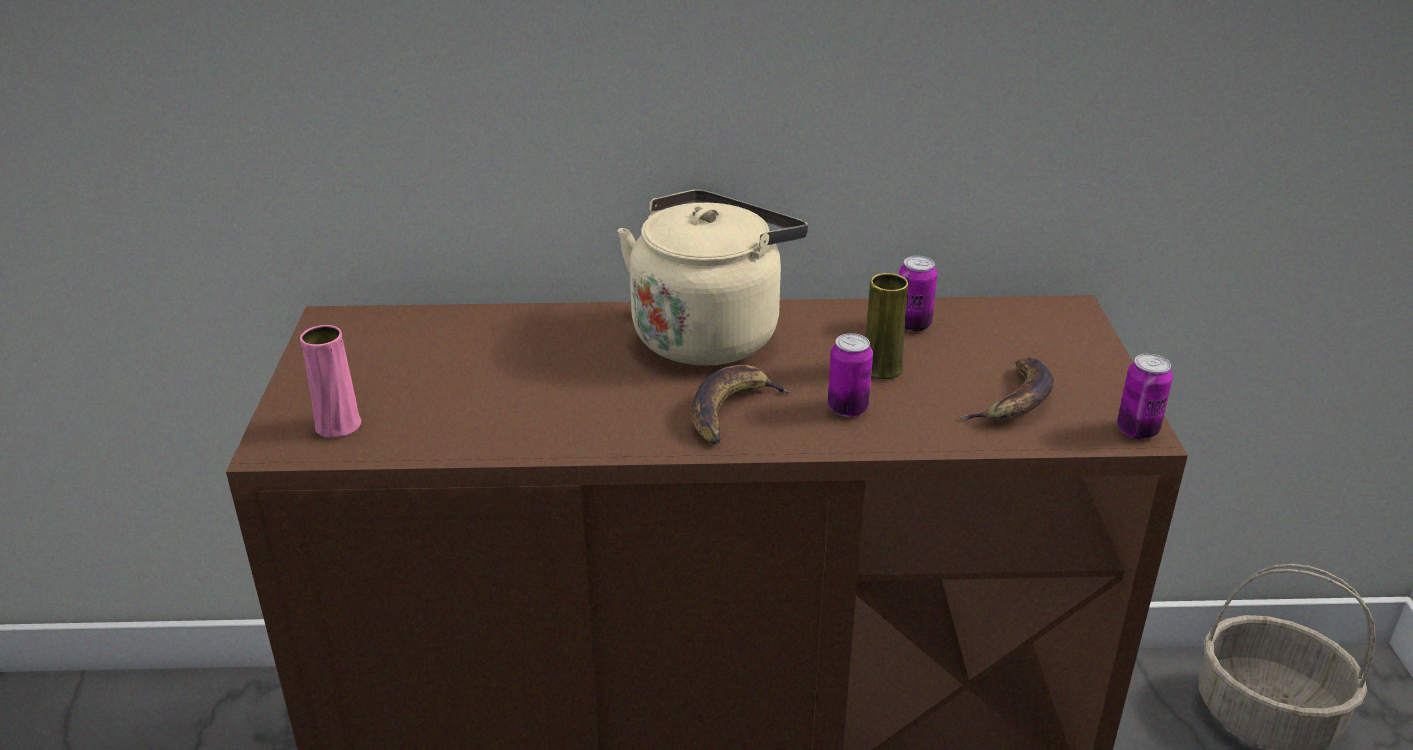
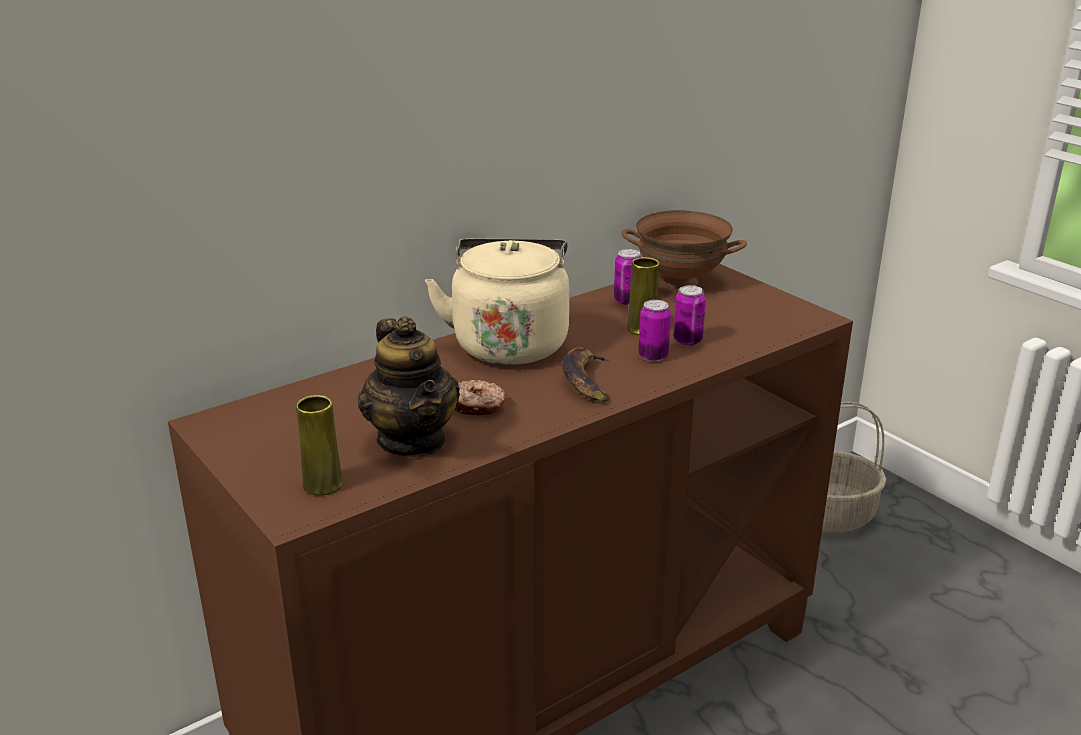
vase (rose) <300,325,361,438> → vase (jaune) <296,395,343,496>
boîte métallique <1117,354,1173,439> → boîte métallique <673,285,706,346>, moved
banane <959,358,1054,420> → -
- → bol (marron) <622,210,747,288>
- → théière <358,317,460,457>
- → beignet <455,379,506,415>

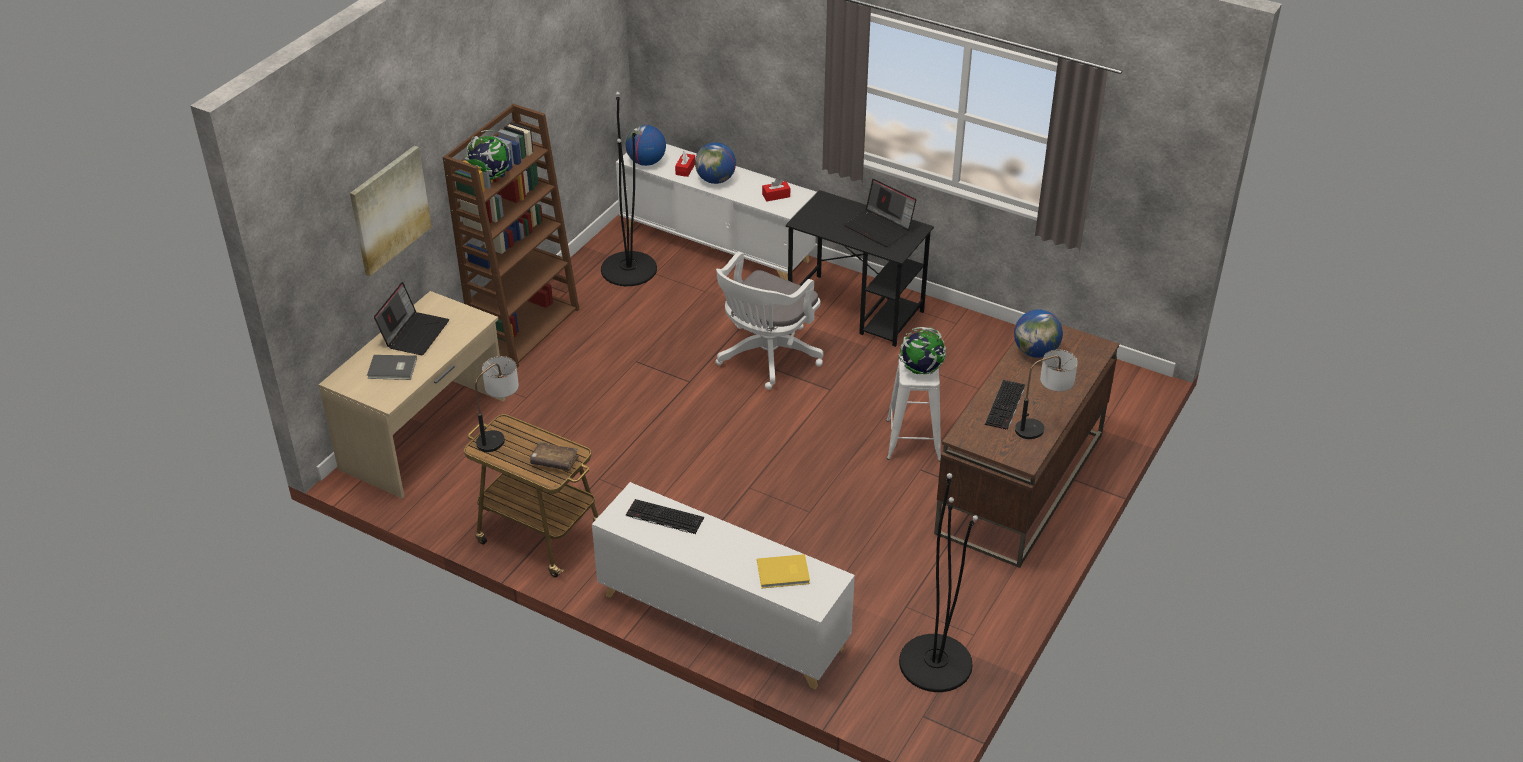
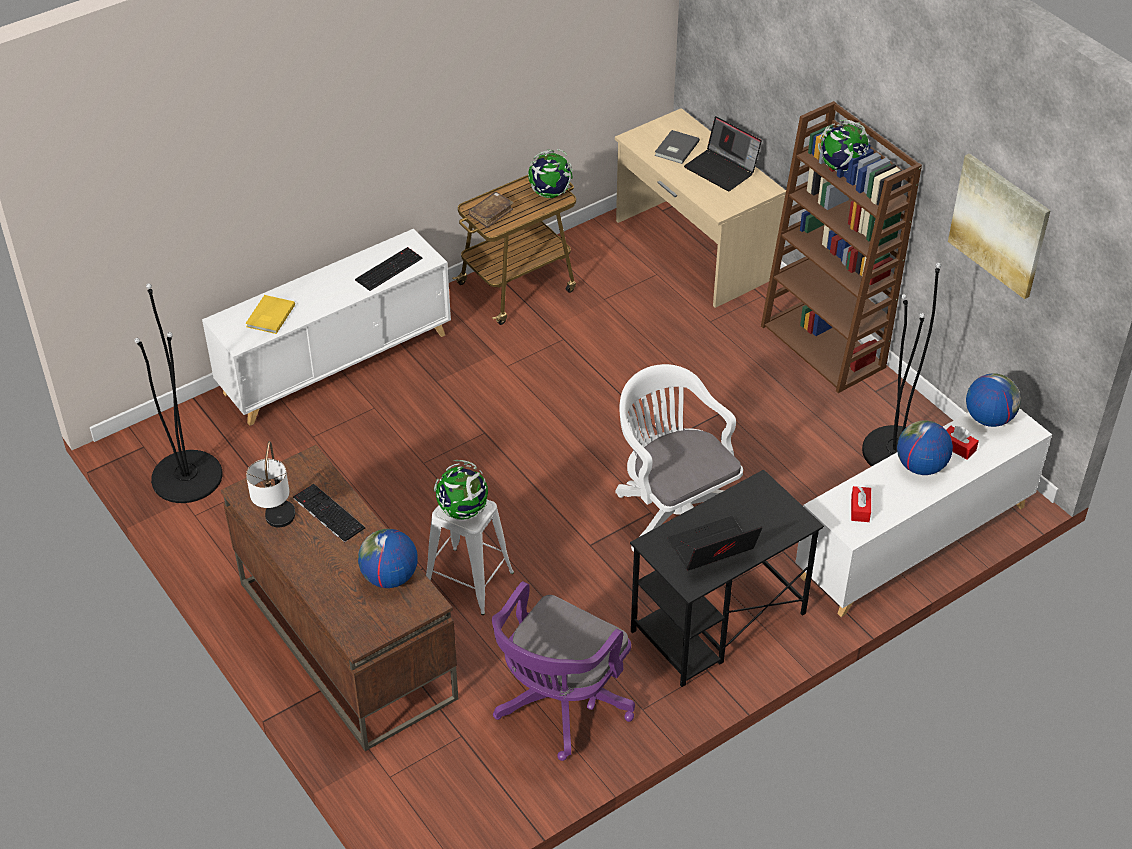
tableau <350,146,432,276> → tableau <948,153,1051,299>, moved
lampe de table <475,356,519,452> → globe <528,149,573,198>
- → chaise de bureau (violet) <492,581,635,761>

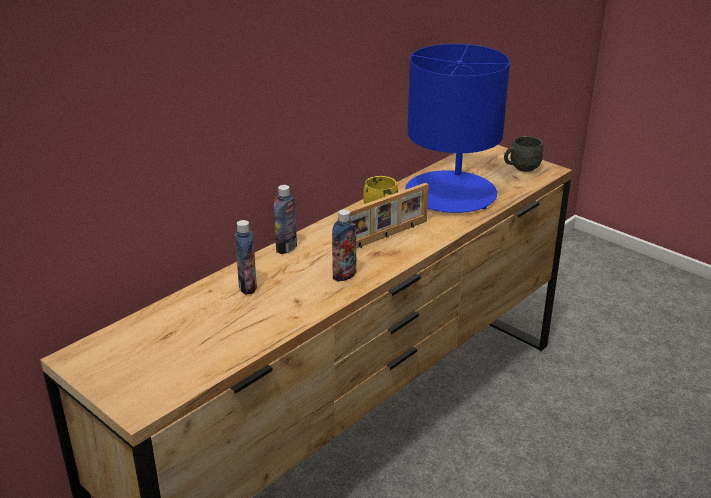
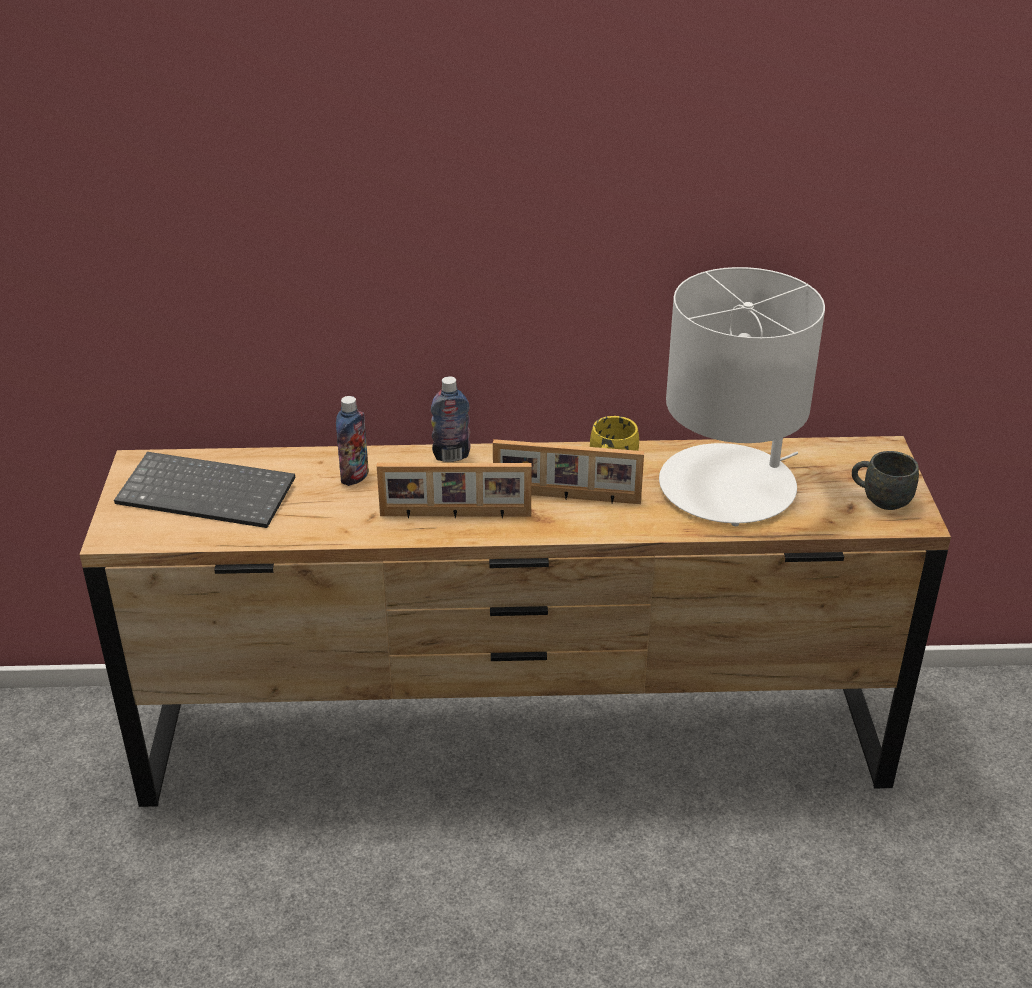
lampe de table (bleu) <405,44,510,213> → lampe de table (blanc) <659,267,825,526>
bouteille <332,209,356,282> → cadre photo <377,463,532,518>
- → clavier <114,452,296,528>

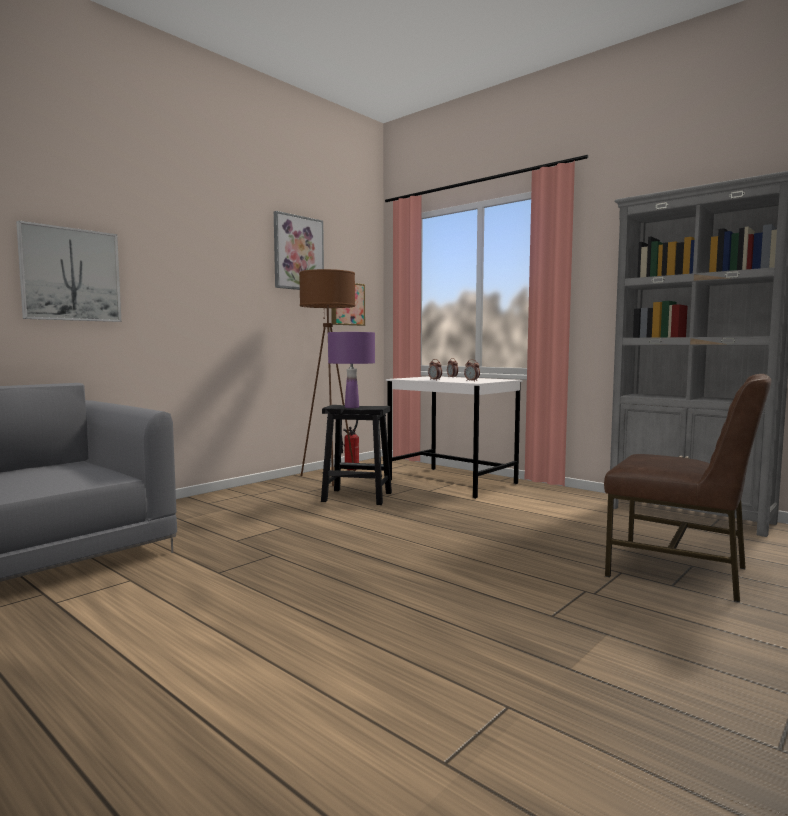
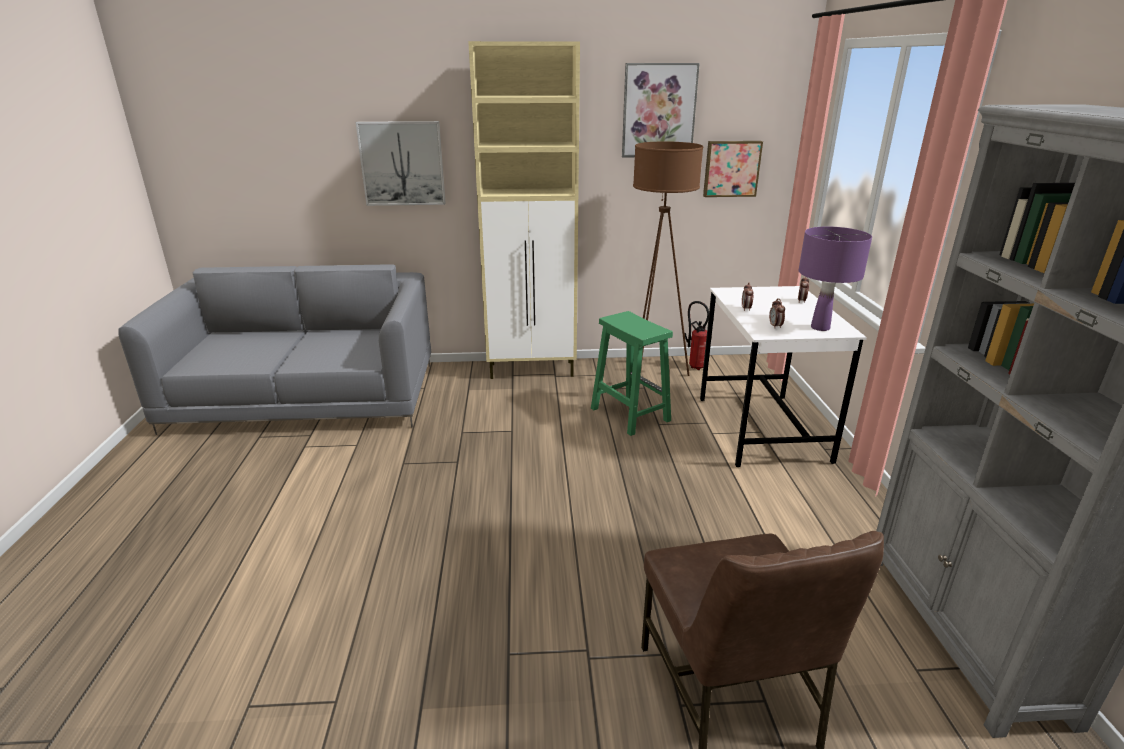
lampe de table (violet) <328,332,375,408> → lampe de table (violet) <799,227,872,331>, moved
tabouret (noir) <321,405,392,505> → tabouret (vert) <591,311,673,436>
- → meuble de rangement (beige) <468,41,580,379>

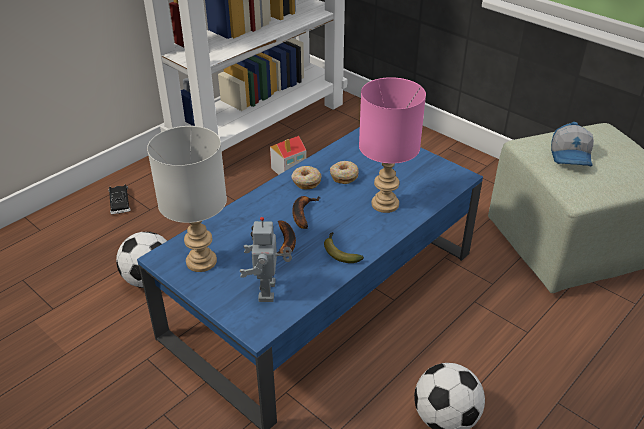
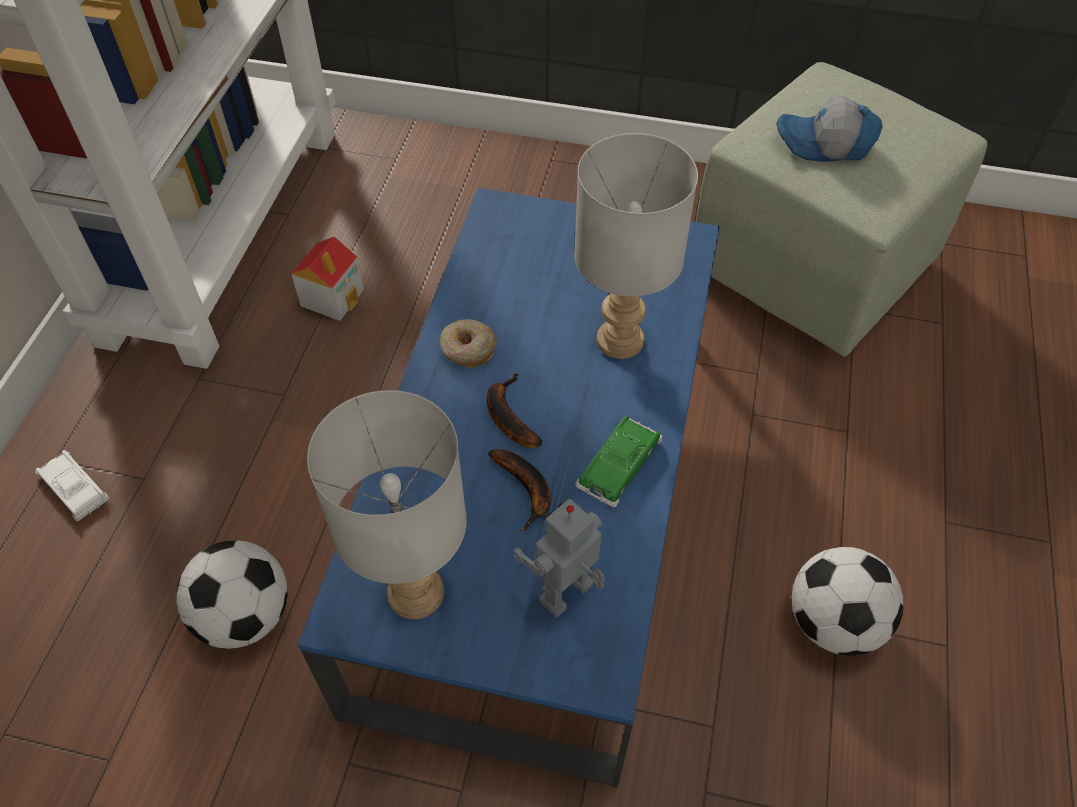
lampe de table (rose) <359,77,426,213> → lampe de table (gris) <574,133,698,359>
casquette <551,122,594,166> → casquette <776,95,883,162>, 120 degrees clockwise
beignet <330,161,359,184> → -
petite voiture (noir) <108,184,131,214> → petite voiture (blanc) <35,450,110,521>
robot jouet <240,217,292,302> → robot jouet <513,499,605,618>, 75 degrees clockwise
banane <324,232,364,263> → petite voiture (vert) <575,415,663,507>

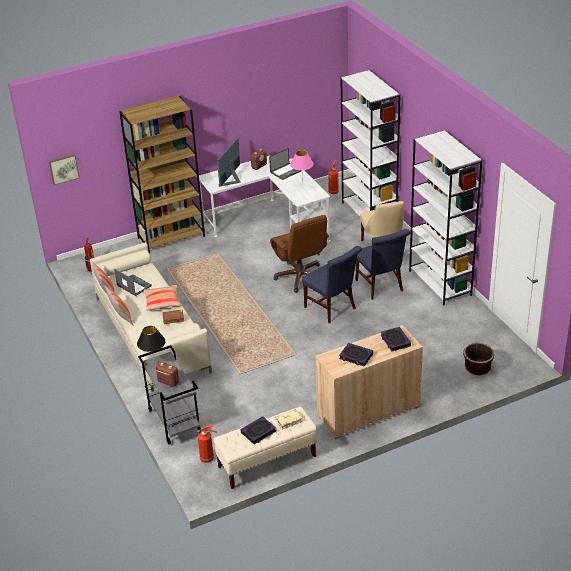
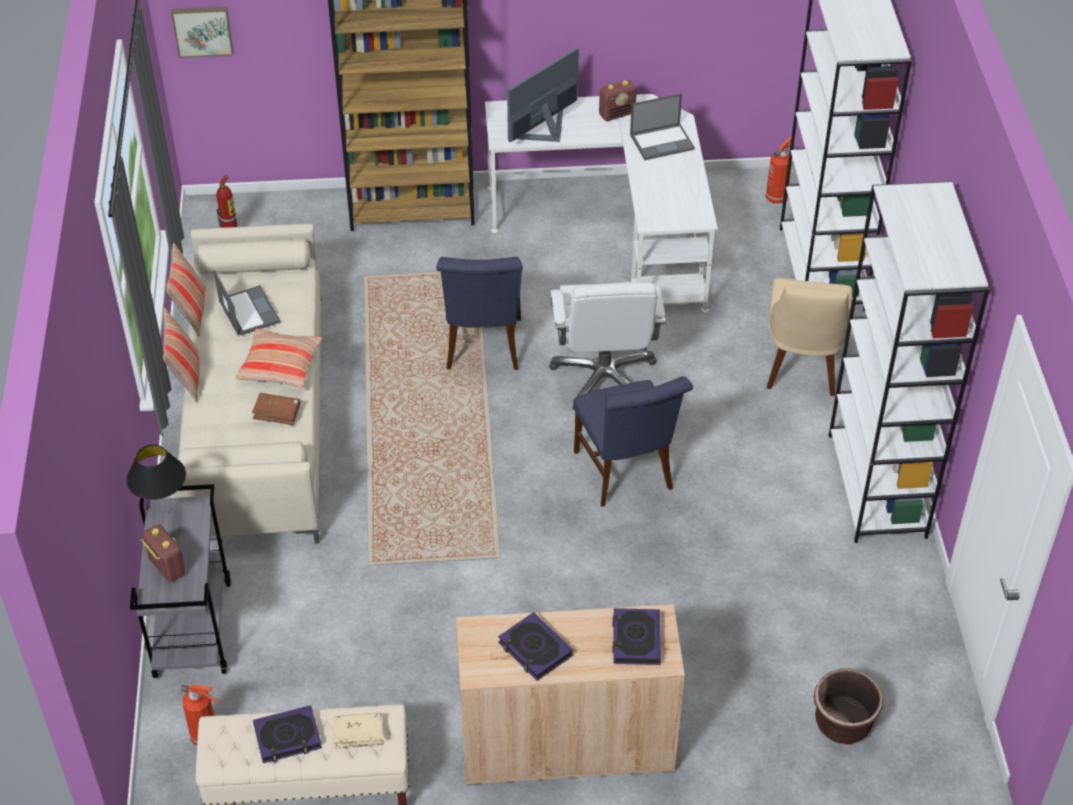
lampe de table (rose) <290,150,313,183> → -
chaise de bureau (marron) <270,215,329,292> → chaise de bureau (blanc) <549,281,666,410>
chaise (bleu) <356,229,410,300> → chaise (bleu) <436,257,523,370>, moved

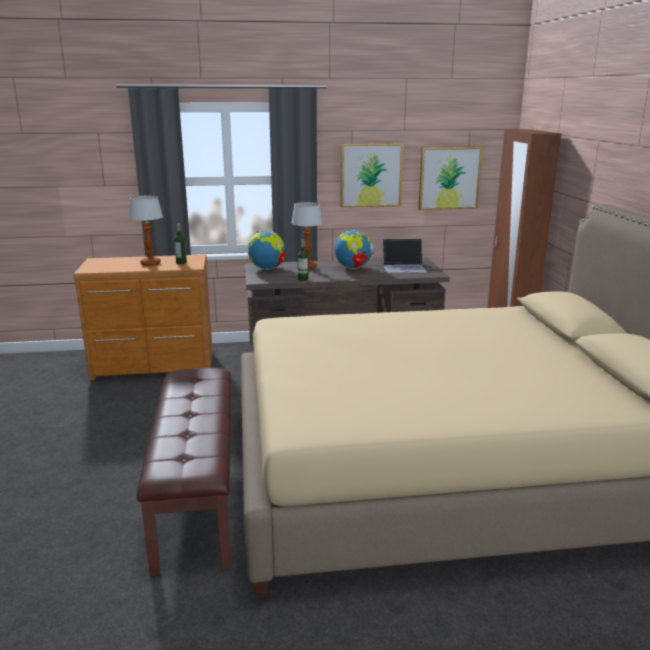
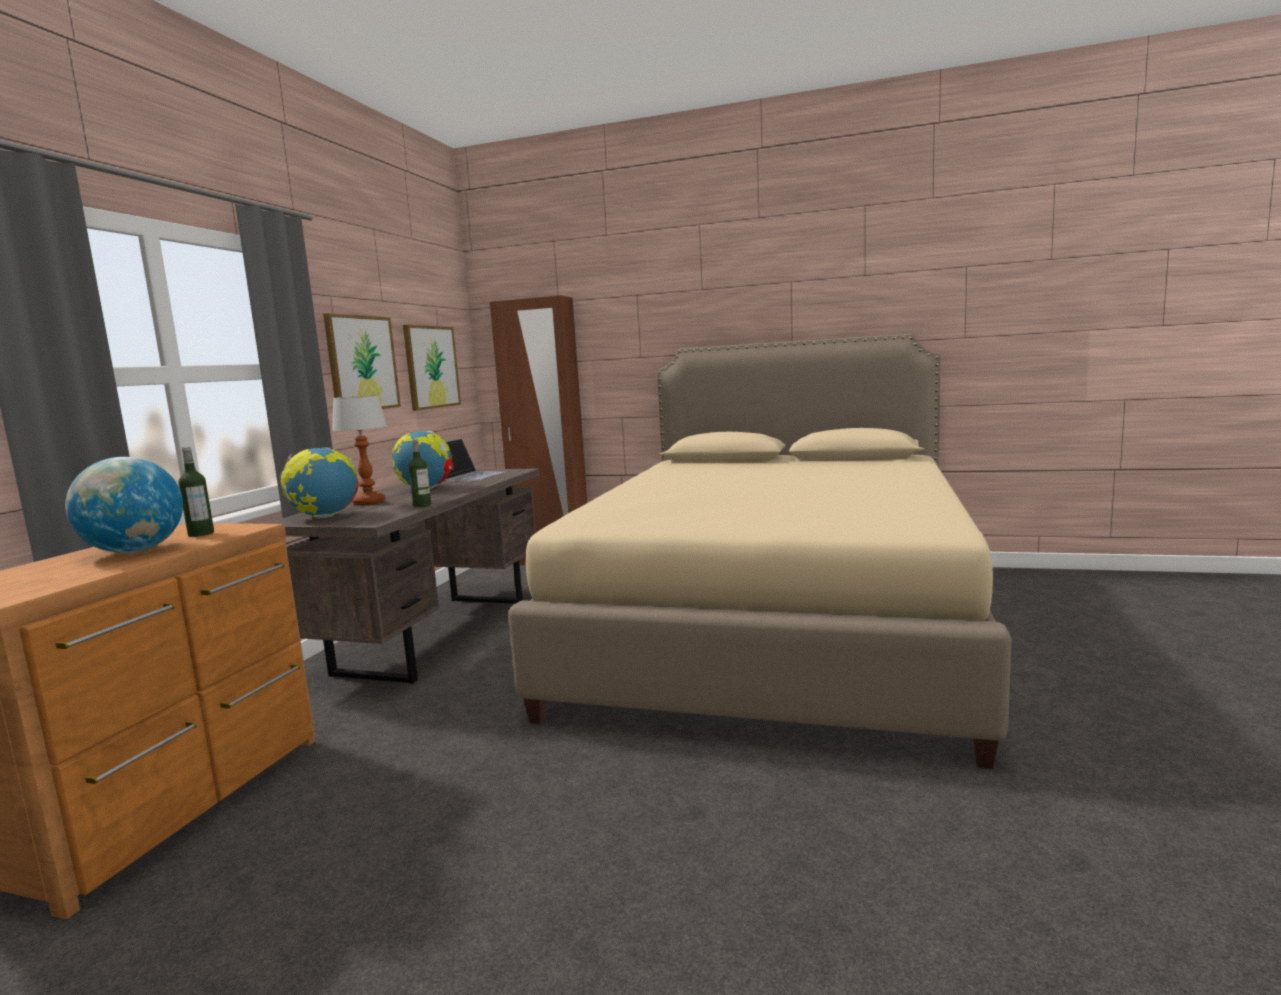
lampe de table <129,195,163,266> → globe <65,457,183,553>
banc (marron) <137,368,232,576> → -

